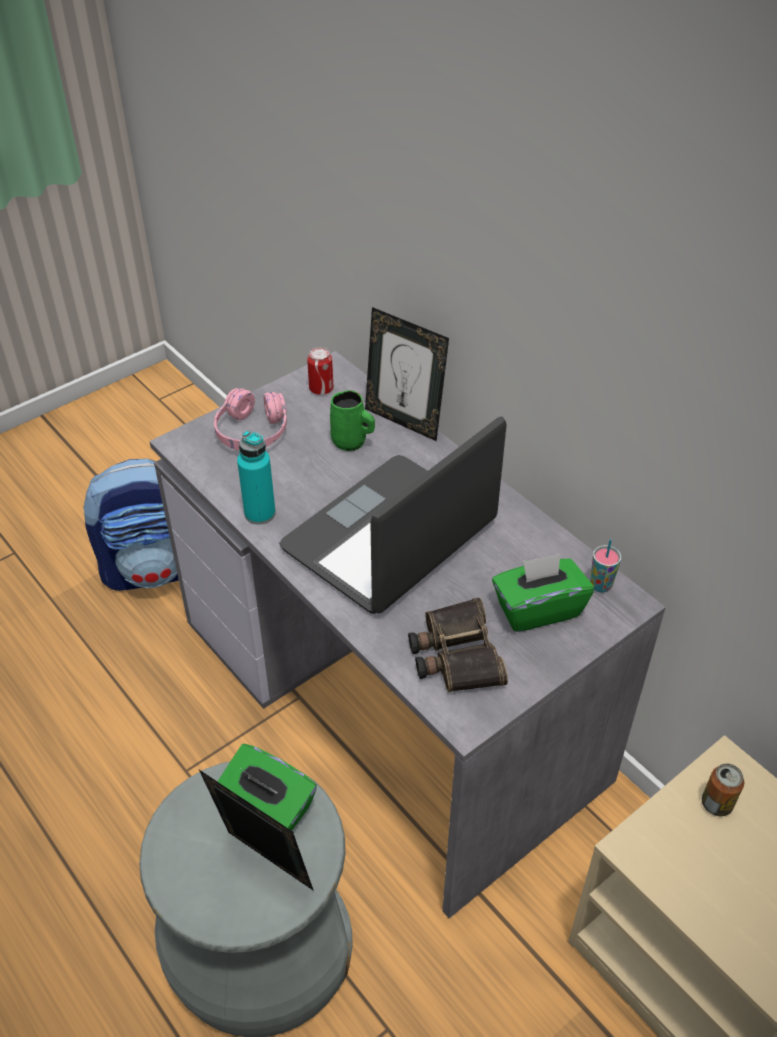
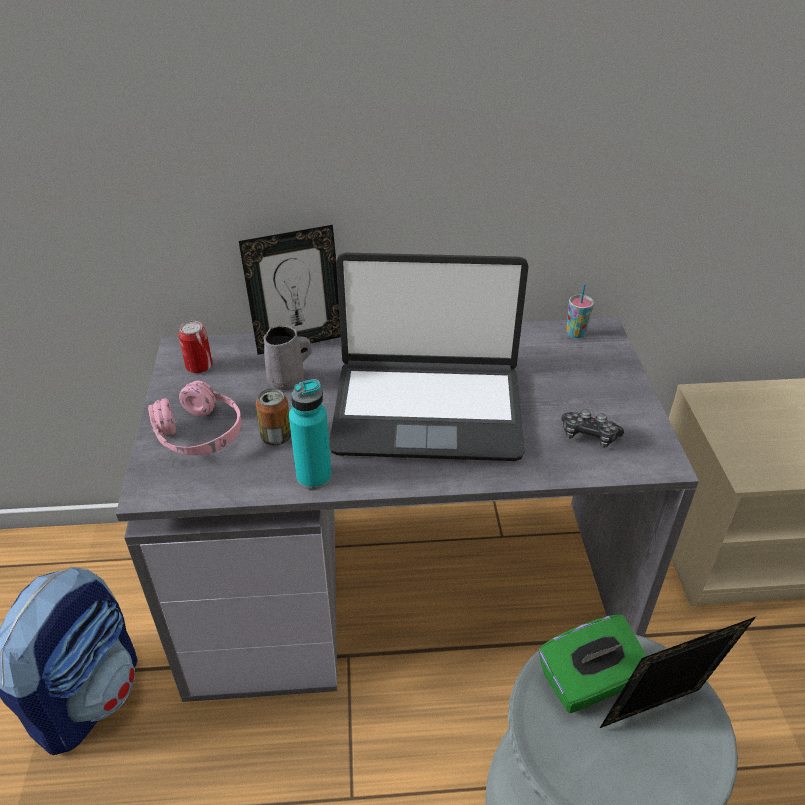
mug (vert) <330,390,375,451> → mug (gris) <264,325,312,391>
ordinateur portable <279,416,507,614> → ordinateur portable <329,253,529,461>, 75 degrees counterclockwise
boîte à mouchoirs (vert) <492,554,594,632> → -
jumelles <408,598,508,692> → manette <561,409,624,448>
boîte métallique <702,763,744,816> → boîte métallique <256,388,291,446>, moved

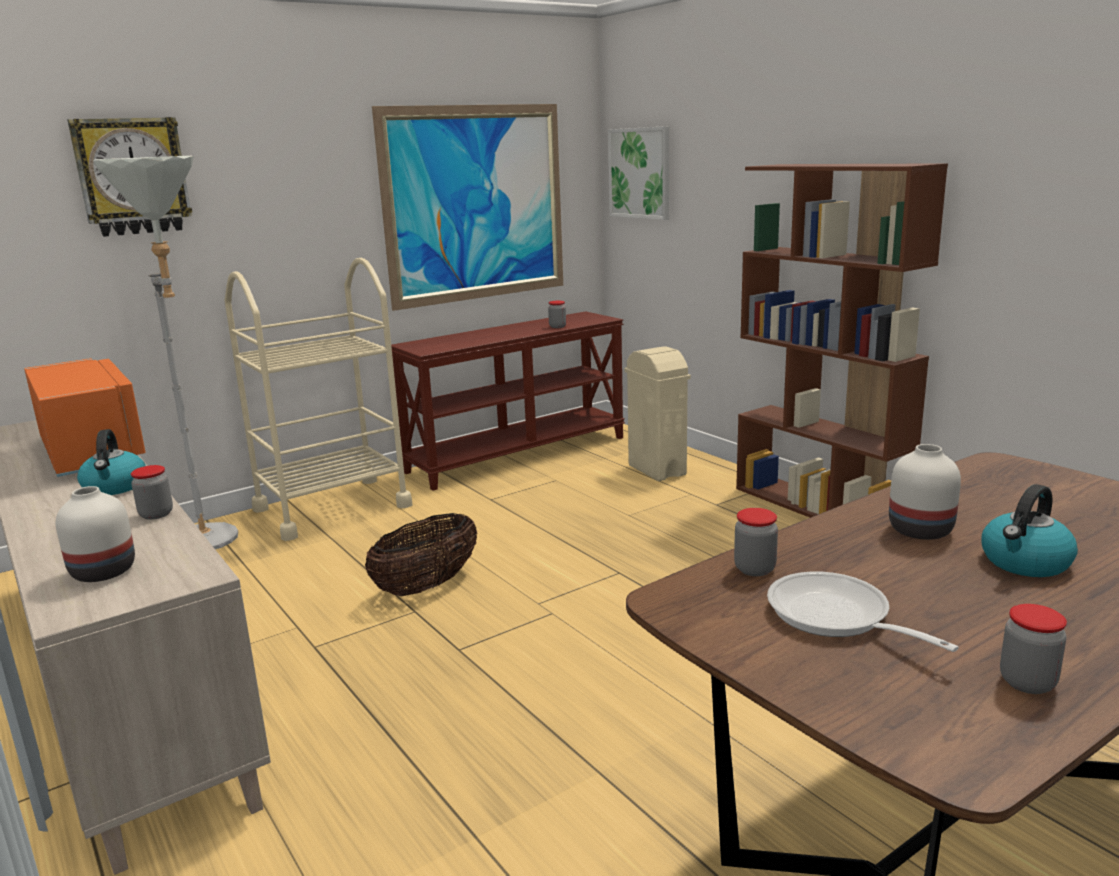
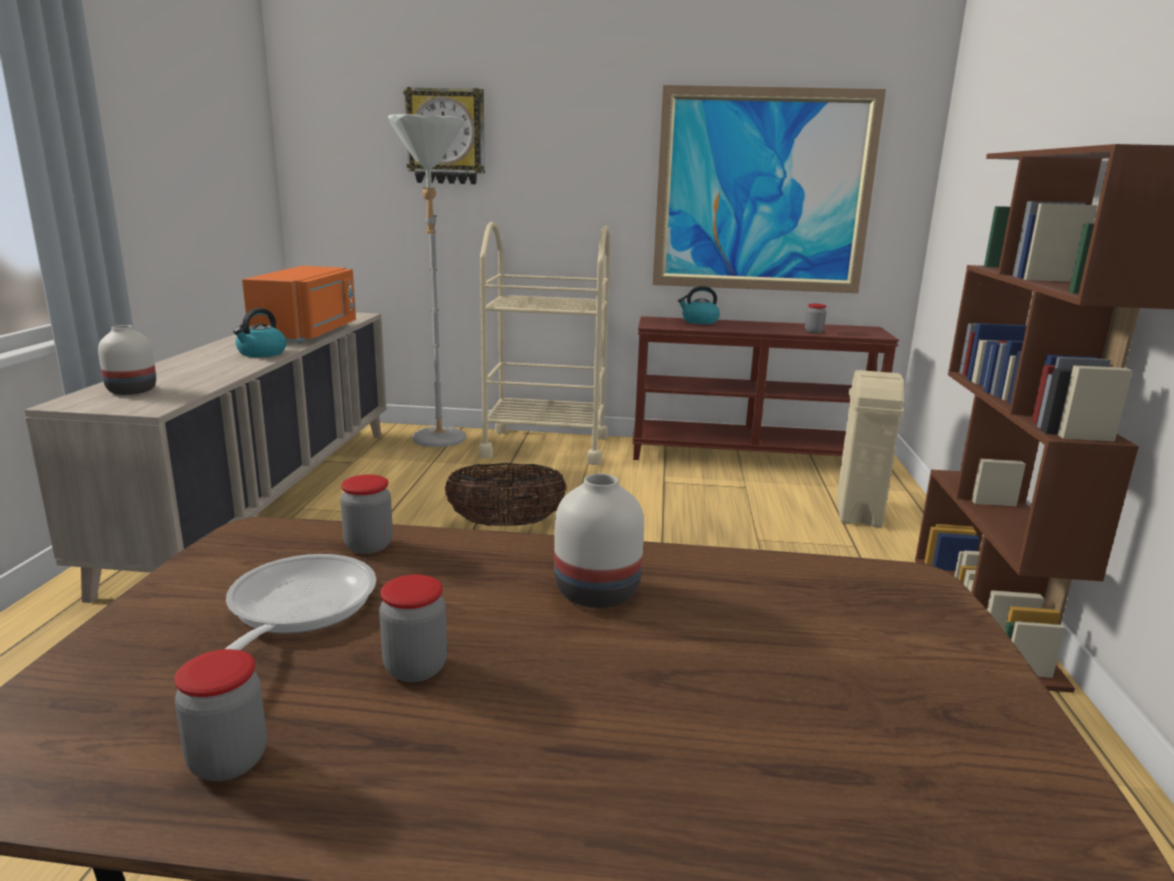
tableau <608,126,669,220> → -
bocal <131,465,173,520> → bocal <379,575,447,682>, moved
bouilloire <981,484,1078,577> → bouilloire <678,286,720,324>, moved

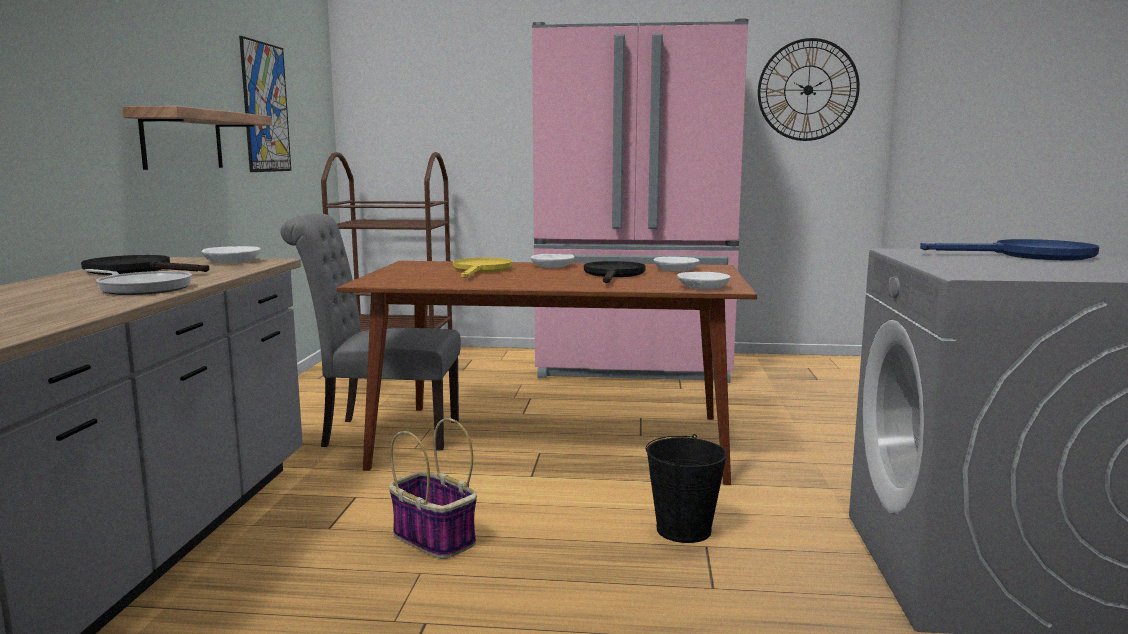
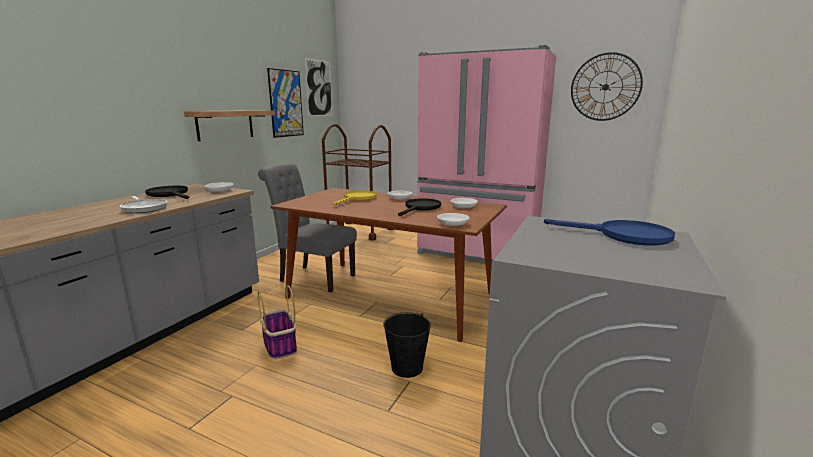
- → tableau <305,58,333,116>

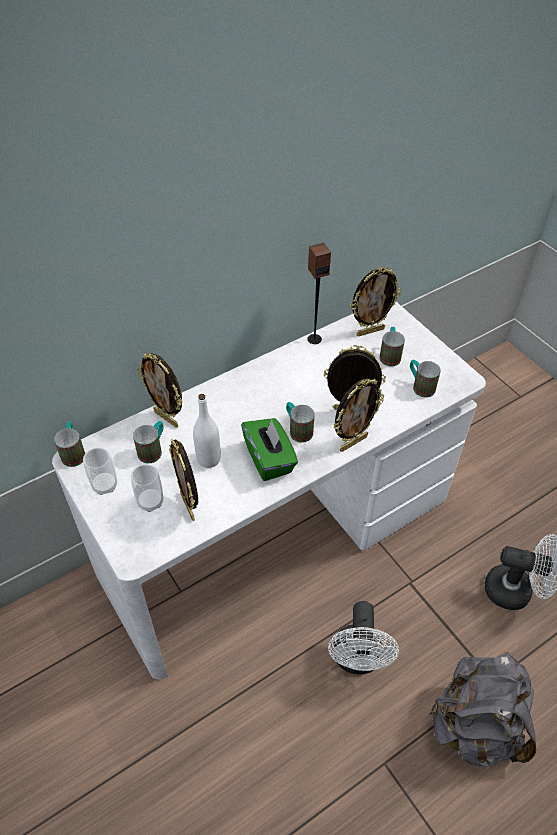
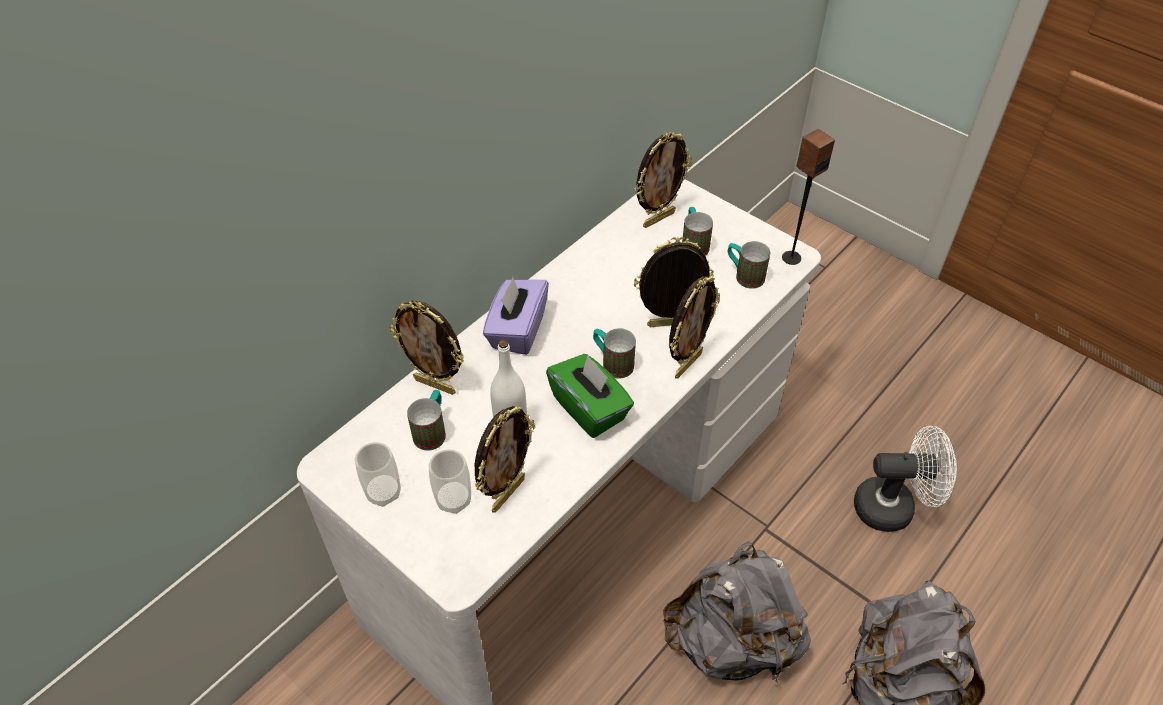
enceinte <307,243,331,344> → enceinte <782,128,835,265>, moved
mug <54,422,85,467> → -
cadre photo <169,439,198,521> → cadre photo <475,406,535,513>, 105 degrees counterclockwise
ventilateur (blanc) <328,601,399,674> → sac à dos (gris) <663,541,811,684>
- → boîte à mouchoirs (violet) <483,277,549,355>

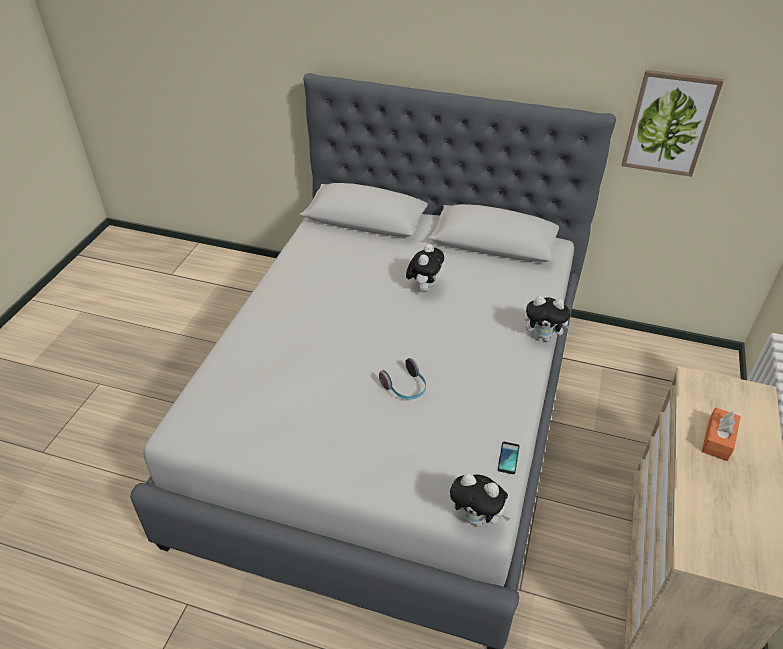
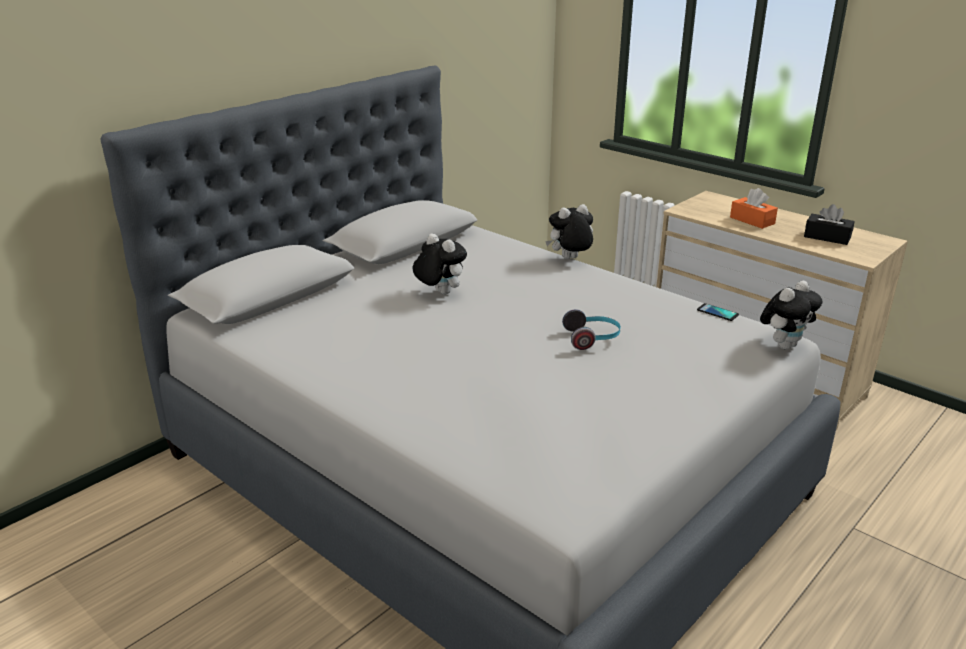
tableau <622,70,723,177> → -
peluche <524,296,573,342> → peluche <545,204,593,259>, 150 degrees counterclockwise
- → boîte à mouchoirs (noir) <804,204,855,245>

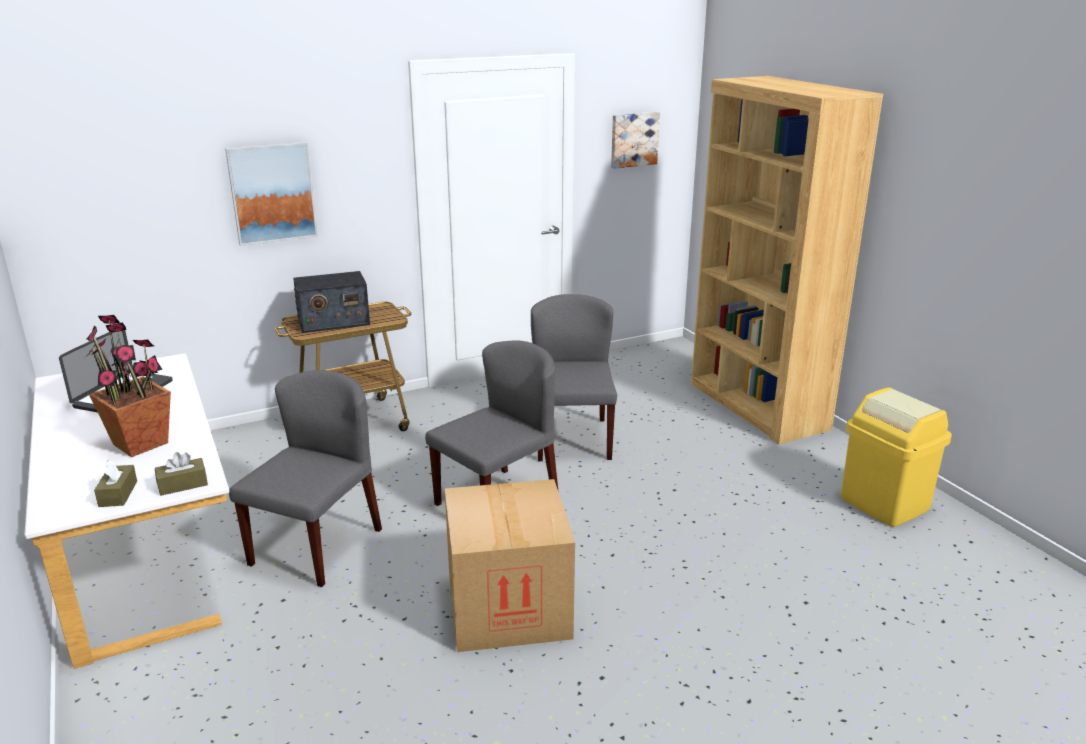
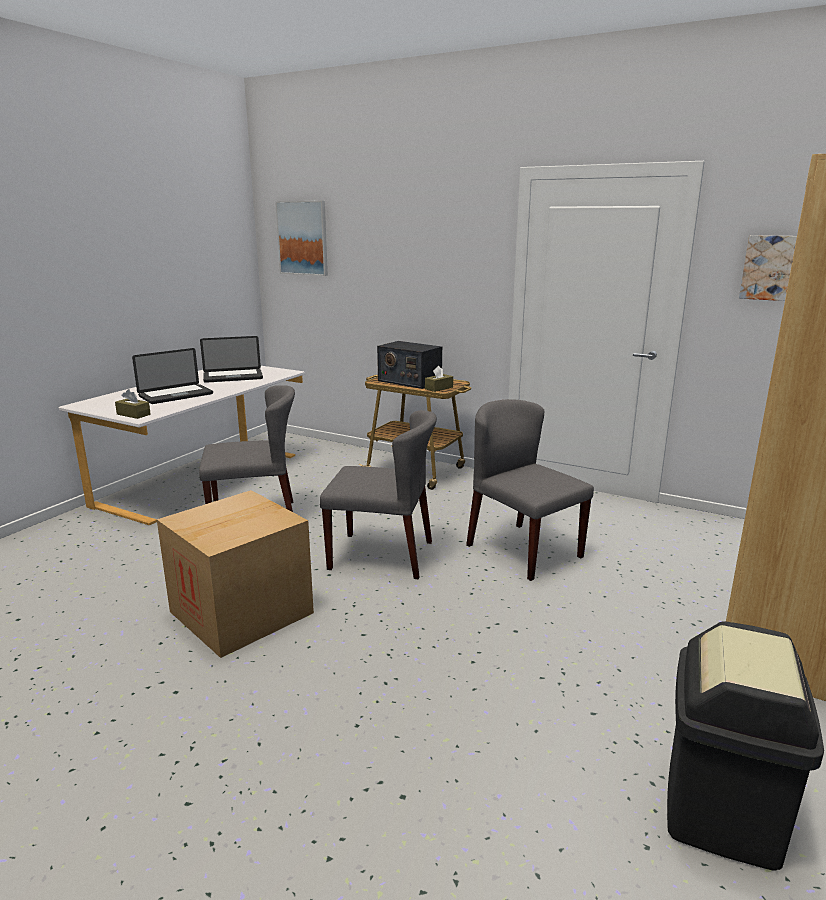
tableau <225,142,318,246> → tableau <275,201,328,276>, moved
chaise (gris) <531,294,617,461> → chaise (gris) <466,399,594,581>, 90 degrees counterclockwise
plante en pot <87,315,171,457> → ordinateur portable <132,348,213,404>
poubelle (jaune) <841,387,952,527> → poubelle (noir) <667,621,824,871>
boîte à mouchoirs (marron) <94,460,137,507> → boîte à mouchoirs (marron) <425,366,453,392>, moved

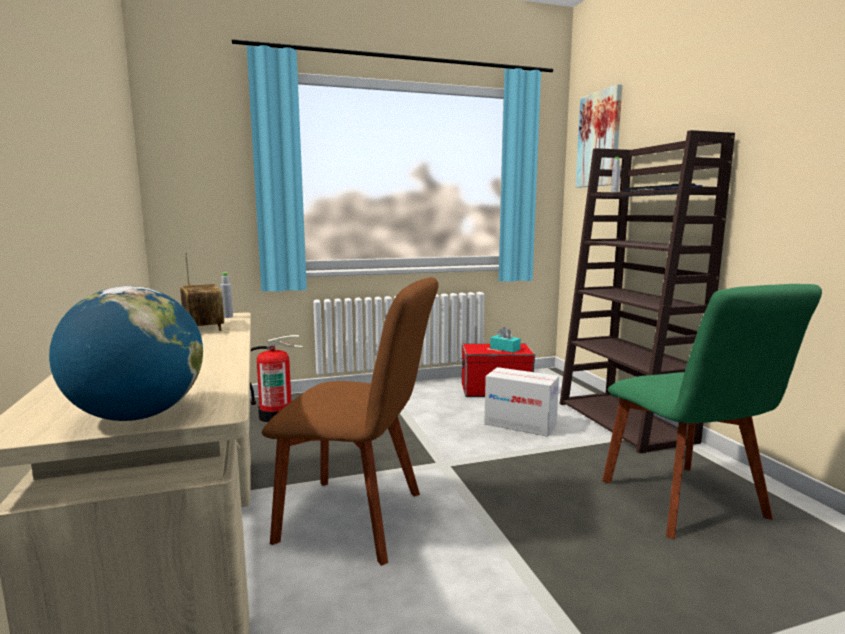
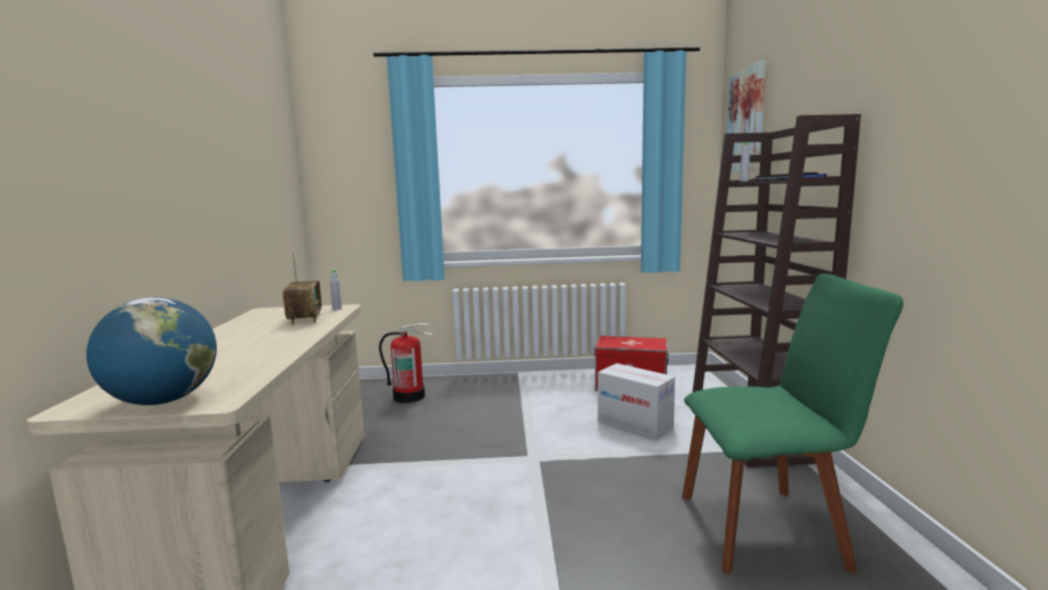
chaise (marron) <262,277,439,566> → -
chaise (vert) <602,284,822,539> → chaise (vert) <682,273,904,574>, 90 degrees counterclockwise
boîte à mouchoirs (turquoise) <490,327,521,353> → -

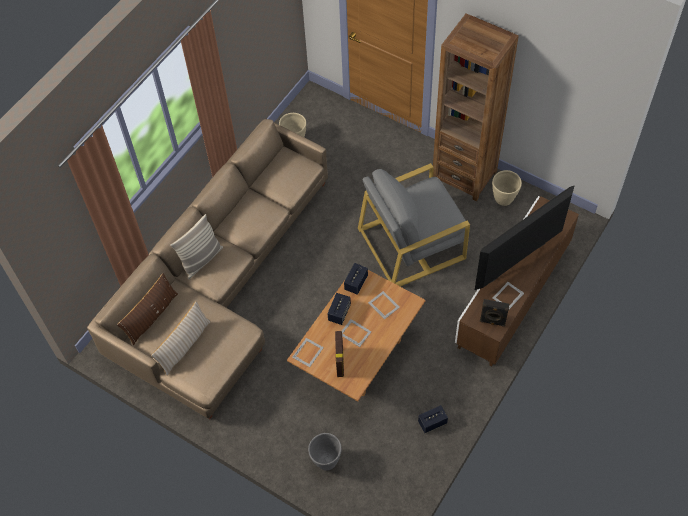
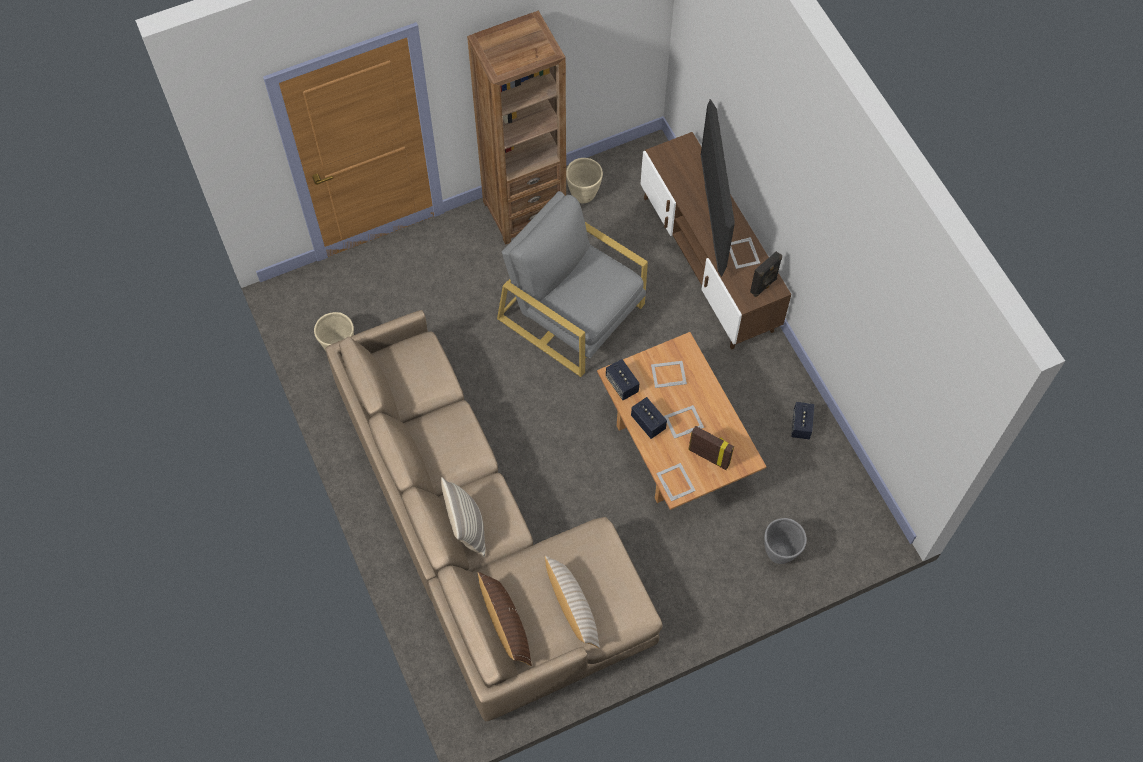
fauteuil (gris) <358,163,470,287> → fauteuil (gris) <497,191,648,377>, 120 degrees clockwise

